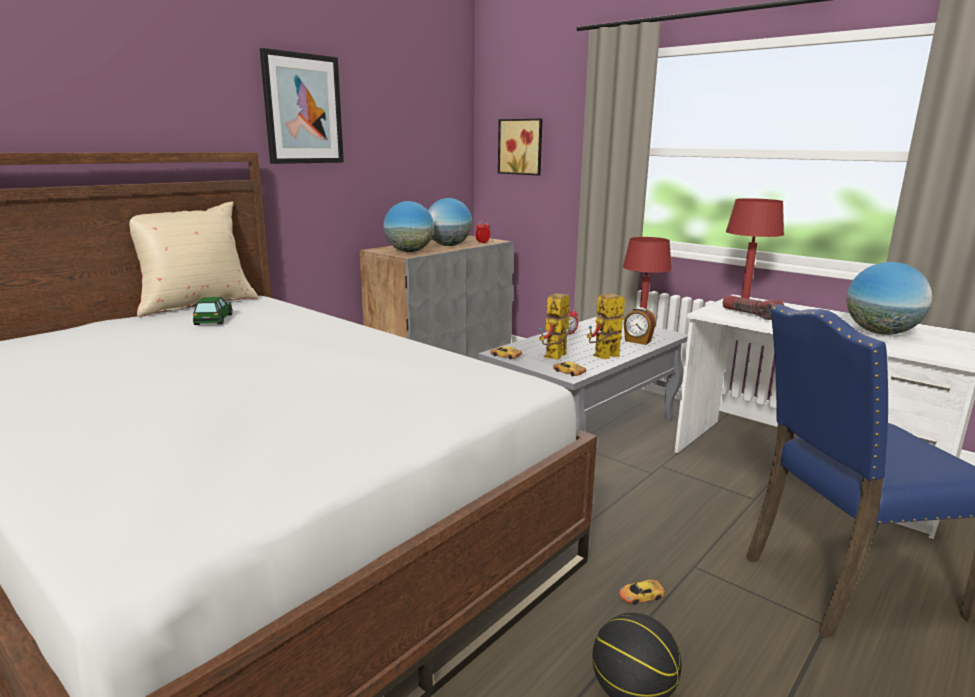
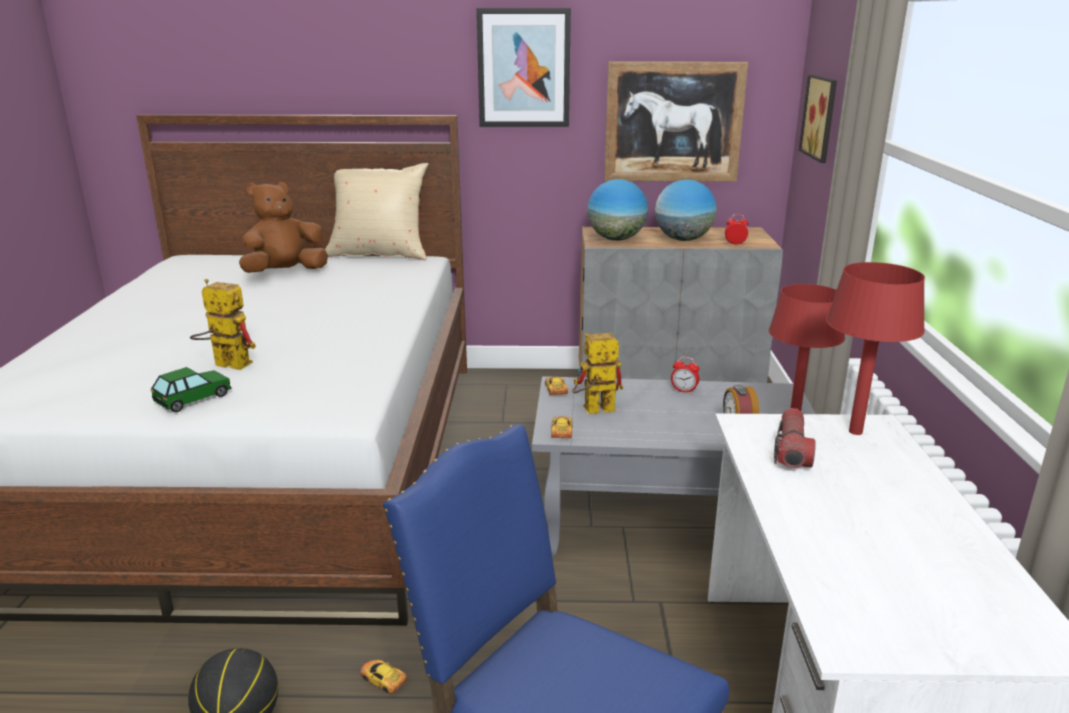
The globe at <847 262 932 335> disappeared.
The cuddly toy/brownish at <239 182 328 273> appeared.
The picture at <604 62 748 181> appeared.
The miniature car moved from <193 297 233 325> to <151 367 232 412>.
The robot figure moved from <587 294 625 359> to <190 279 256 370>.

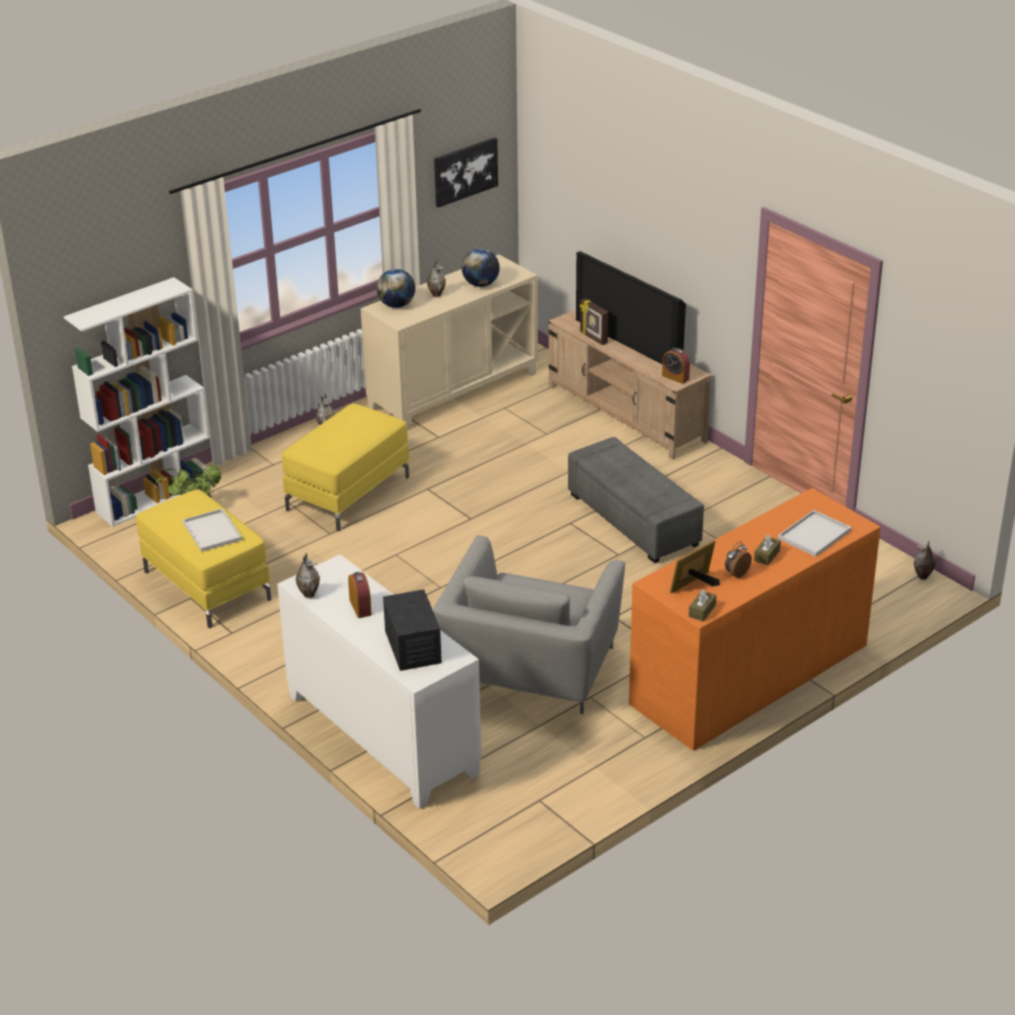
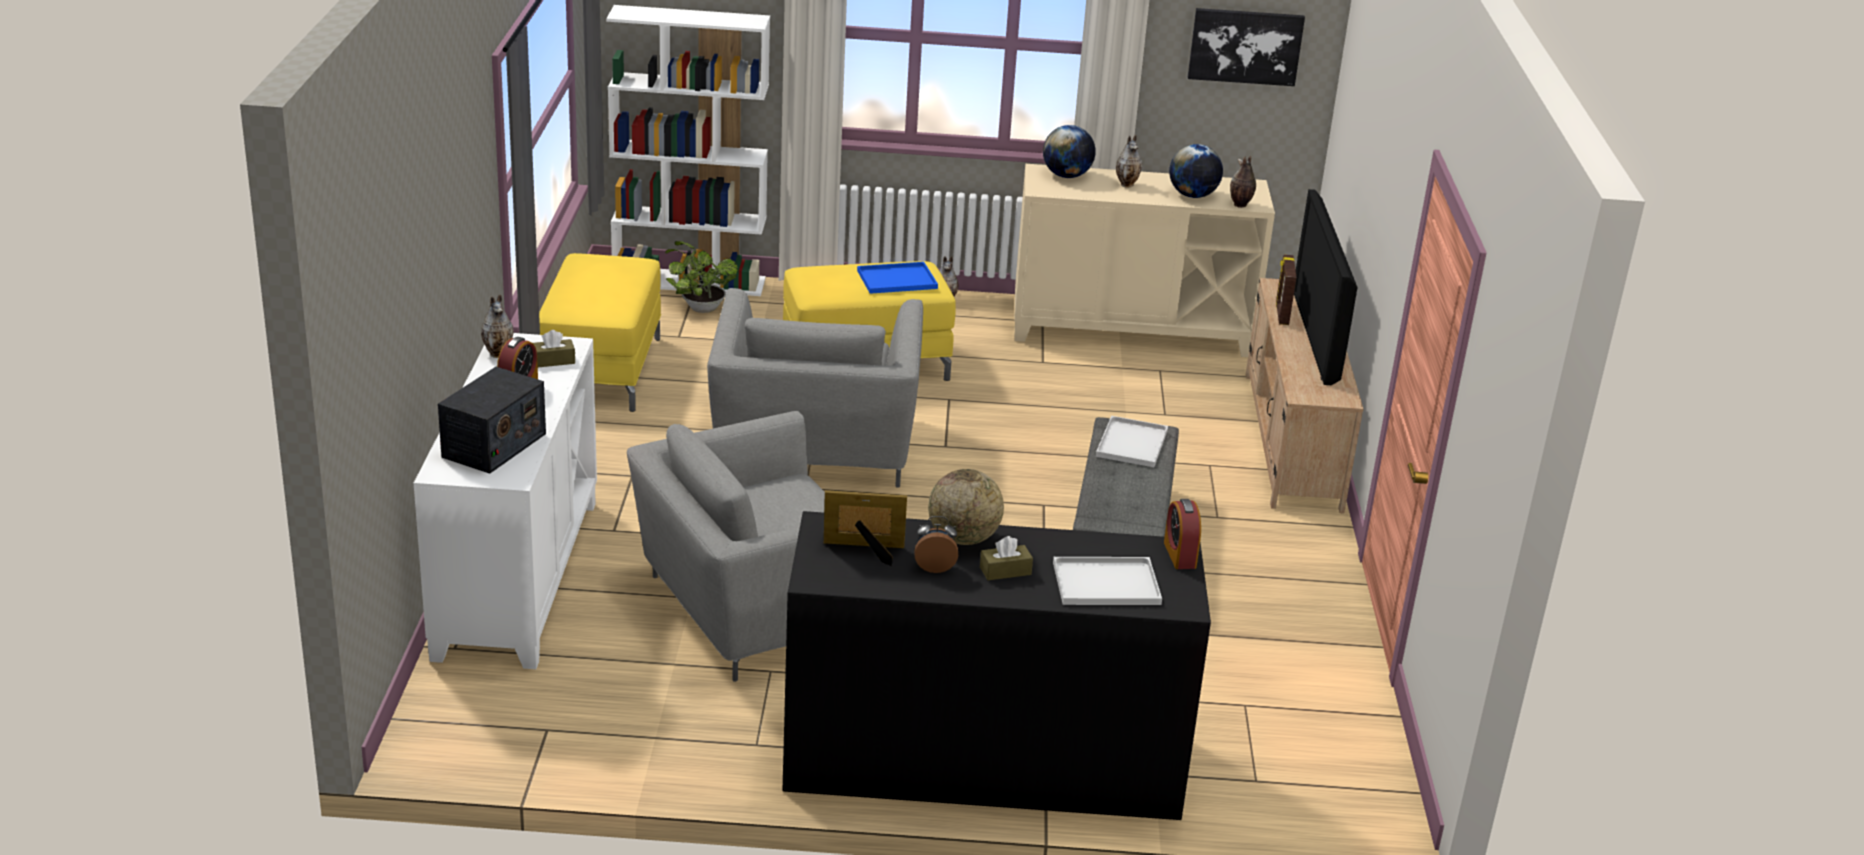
The lounge chair/grey at <707 288 923 487> appeared.
The serving tray/bluish at <857 262 938 294> appeared.
The globe at <928 469 1004 545> appeared.
The serving tray/white moved from <183 508 242 552> to <1096 416 1168 467>.
The alarm clock moved from <662 348 690 384> to <1164 499 1201 569>.
The box of tissues/brownish moved from <689 589 716 621> to <533 330 575 367>.
The flower vase moved from <914 541 935 580> to <1230 155 1256 208>.
The chest of drawers/orange-coloured at <629 488 881 751> became the chest of drawers/black at <782 511 1211 820>.

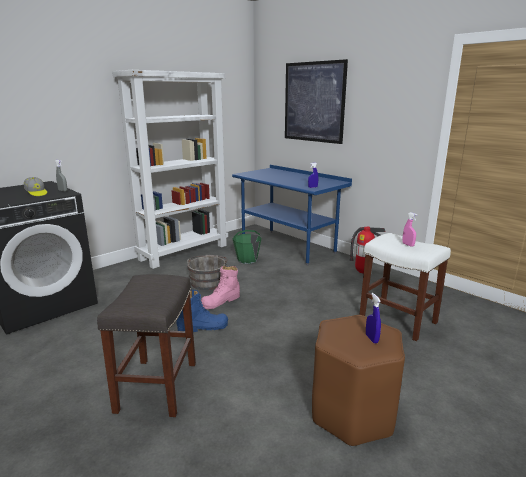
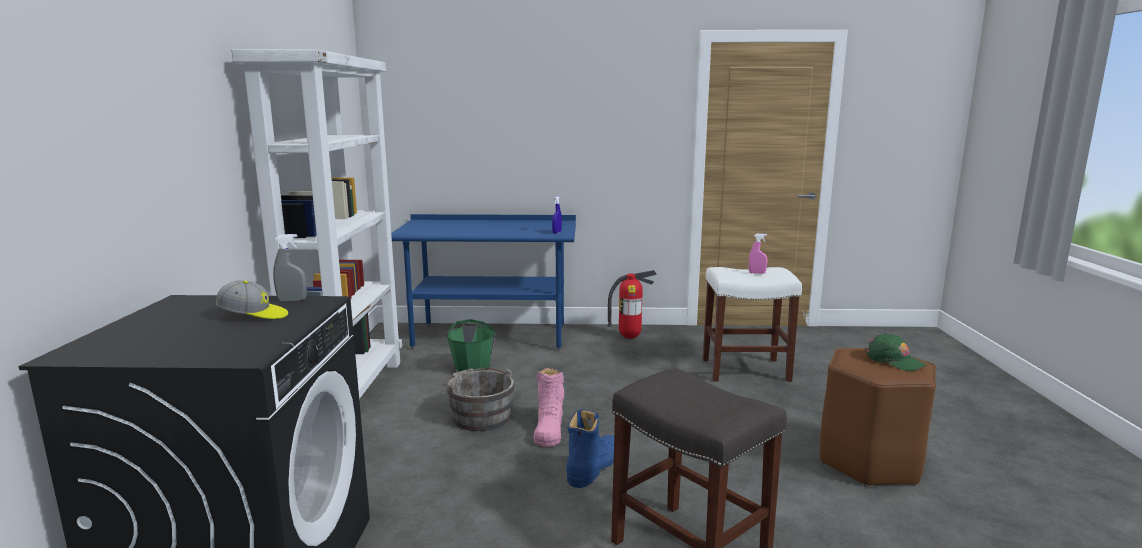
The picture at <285 59 348 144> disappeared.
The sprayer/bluish at <366 293 381 344> was replaced by the baseball cap/green-coloured at <865 333 926 371>.

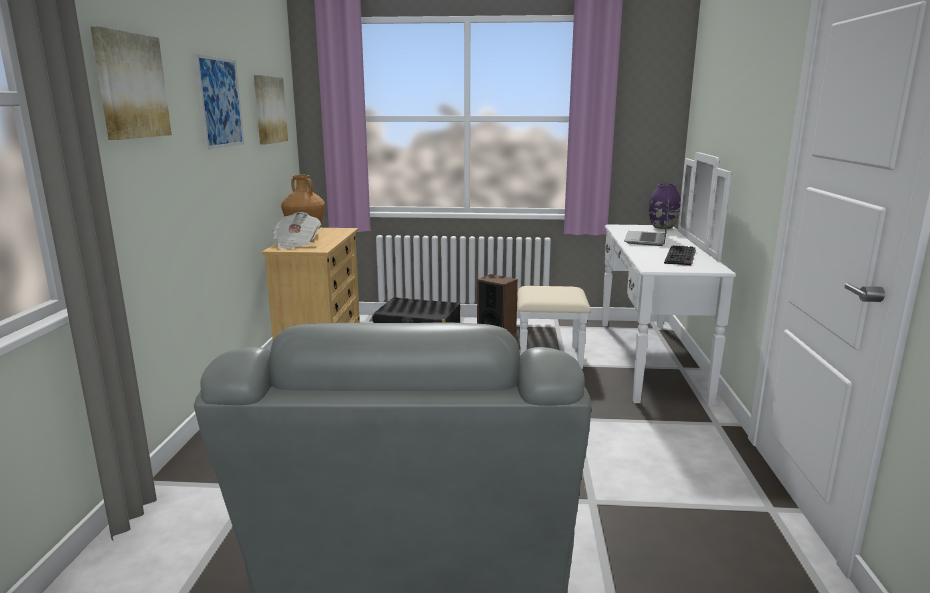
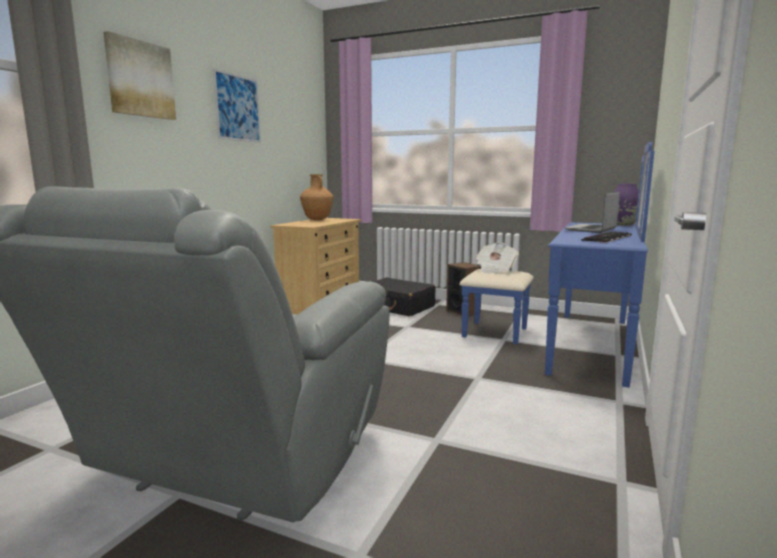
The picture at <254 75 288 144> disappeared.
The printed paper moved from <272 212 321 249> to <476 243 519 274>.
The chest of drawers/white at <518 152 736 406> became the chest of drawers/bluish at <460 142 655 388>.

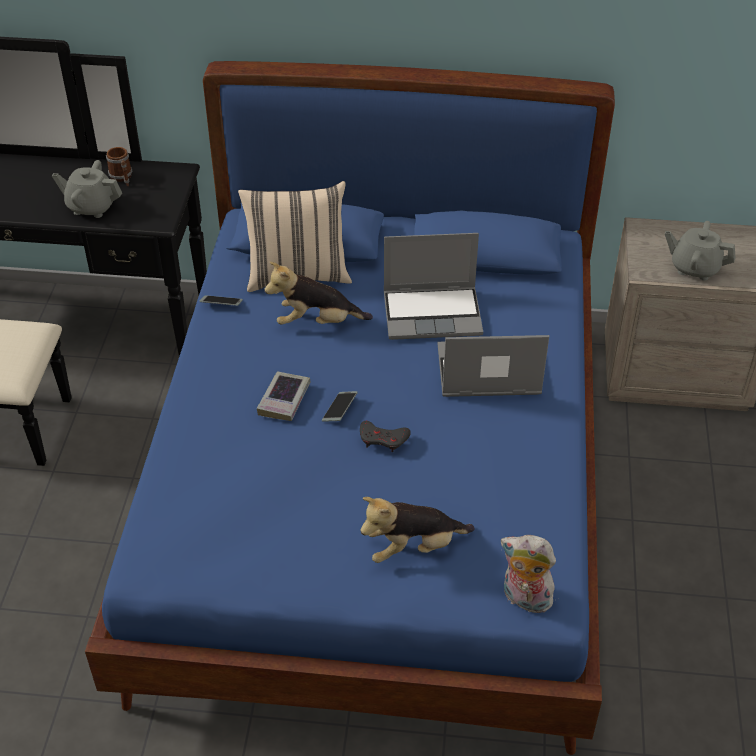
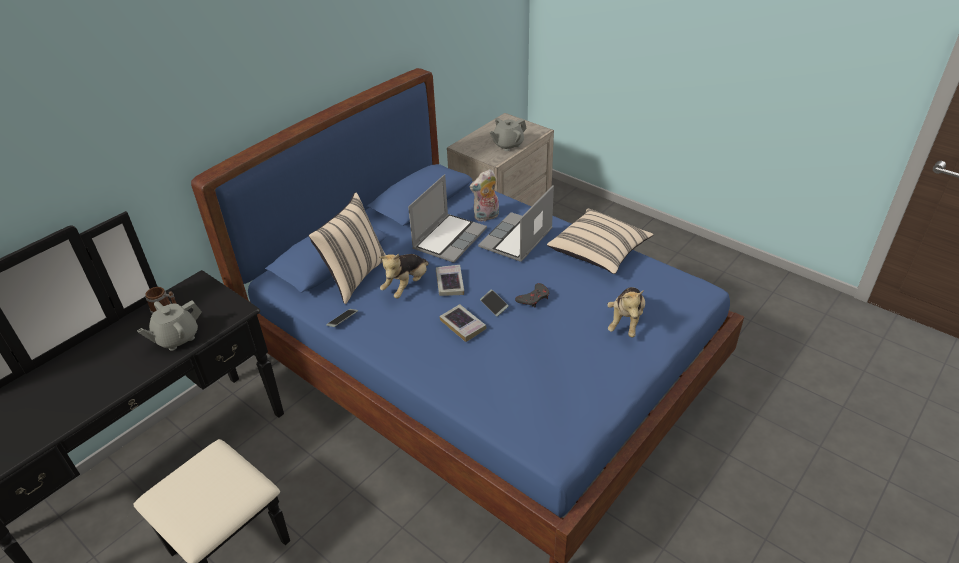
The bound book at <436 265 464 296> appeared.
The cushion/beige-coloured at <547 209 654 274> appeared.
The cuddly toy moved from <501 535 556 613> to <470 169 499 221>.

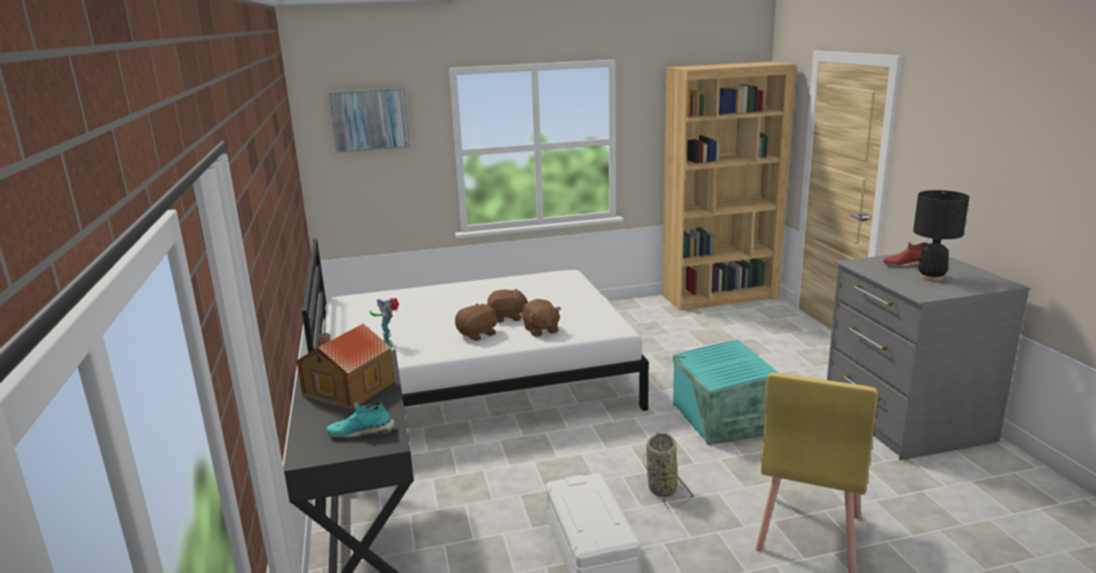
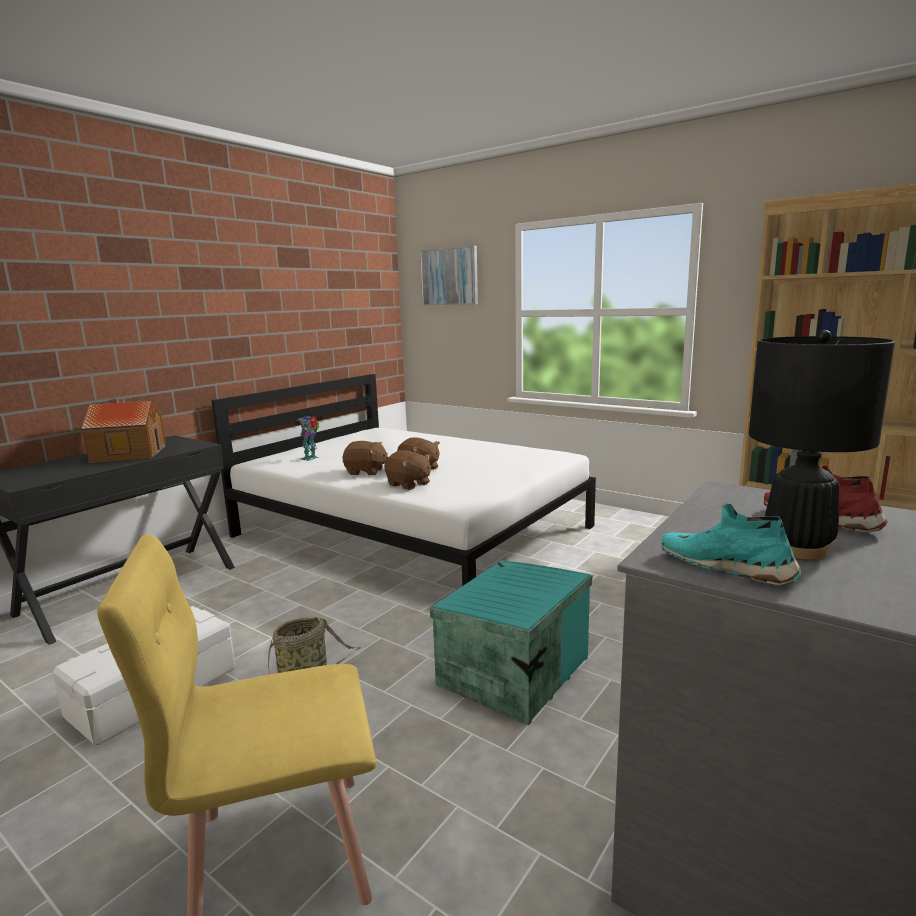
The shoe/turquoise-coloured moved from <326 402 395 438> to <661 504 801 586>.
The cuddly toy/brownish at <522 299 561 337> turned 75 degrees counterclockwise.

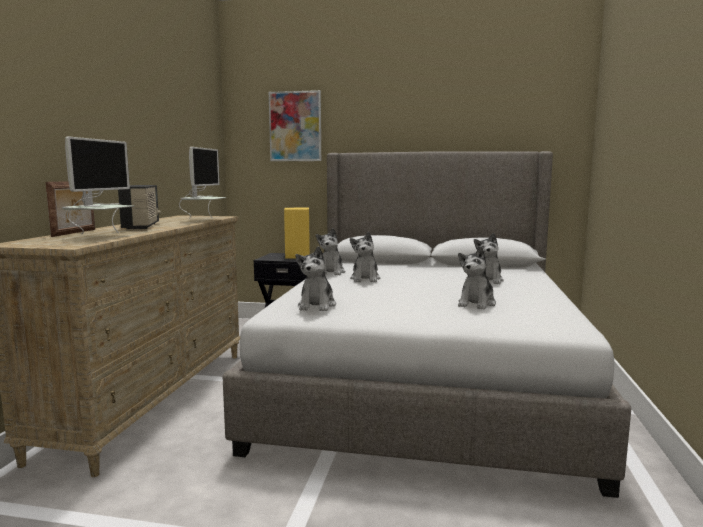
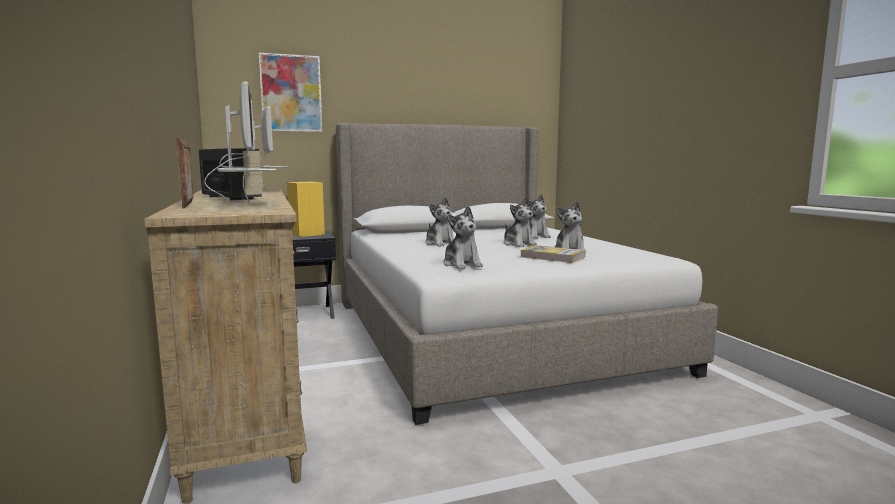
The bound book at <521 245 586 263> appeared.
The cuddly toy moved from <316 228 345 275> to <504 198 537 247>.

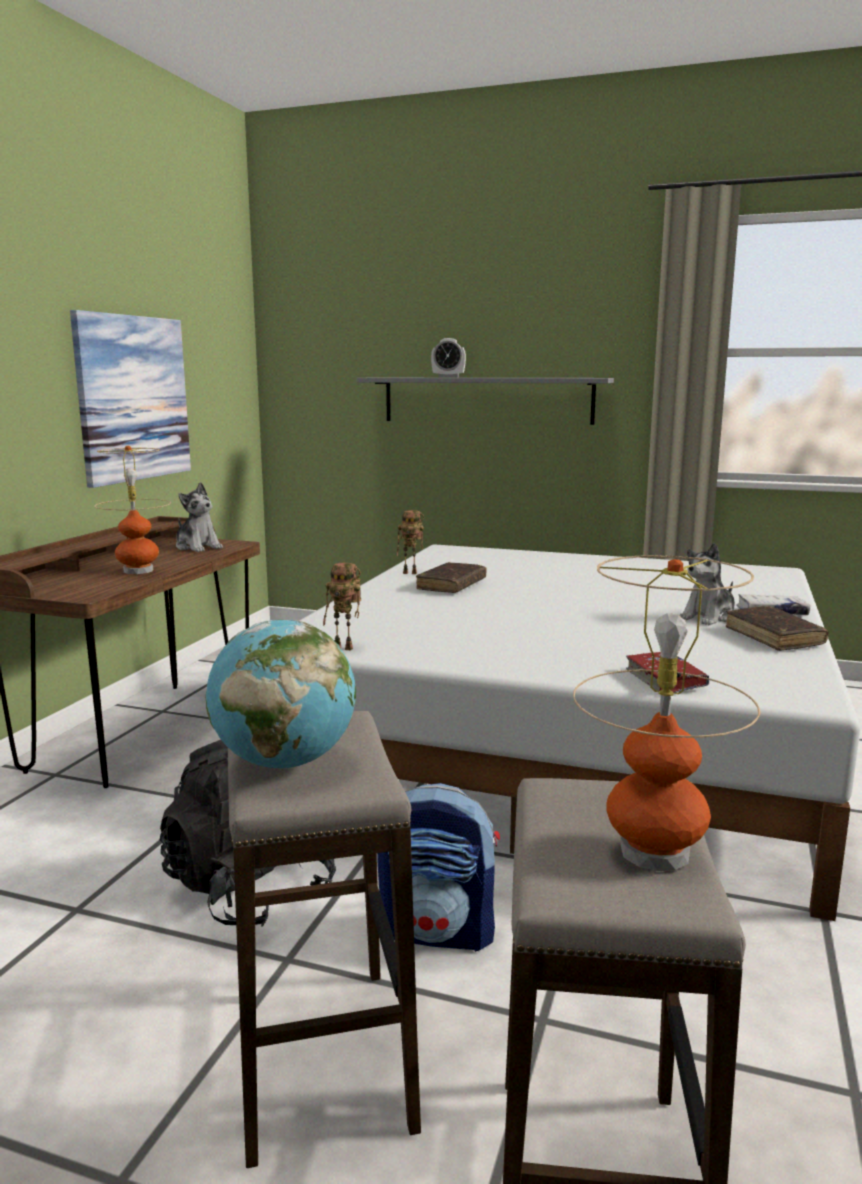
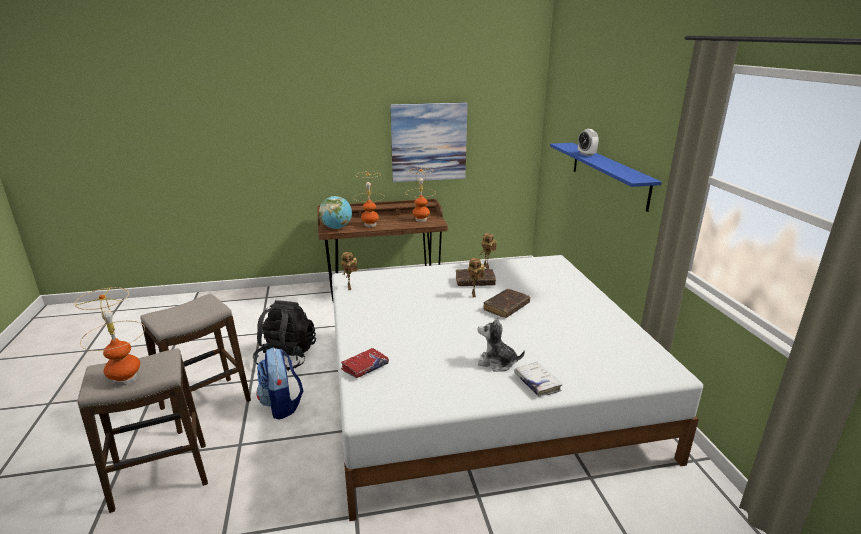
The robot figure at <468 258 485 297> appeared.
The globe moved from <206 619 356 769> to <319 196 352 229>.
The bound book/brownish moved from <726 606 828 651> to <484 289 530 318>.
The cuddly toy at <176 482 223 552> was replaced by the table lamp at <406 168 435 222>.
The wall shelf/grey at <357 378 614 425> became the wall shelf/bluish at <550 143 662 212>.

